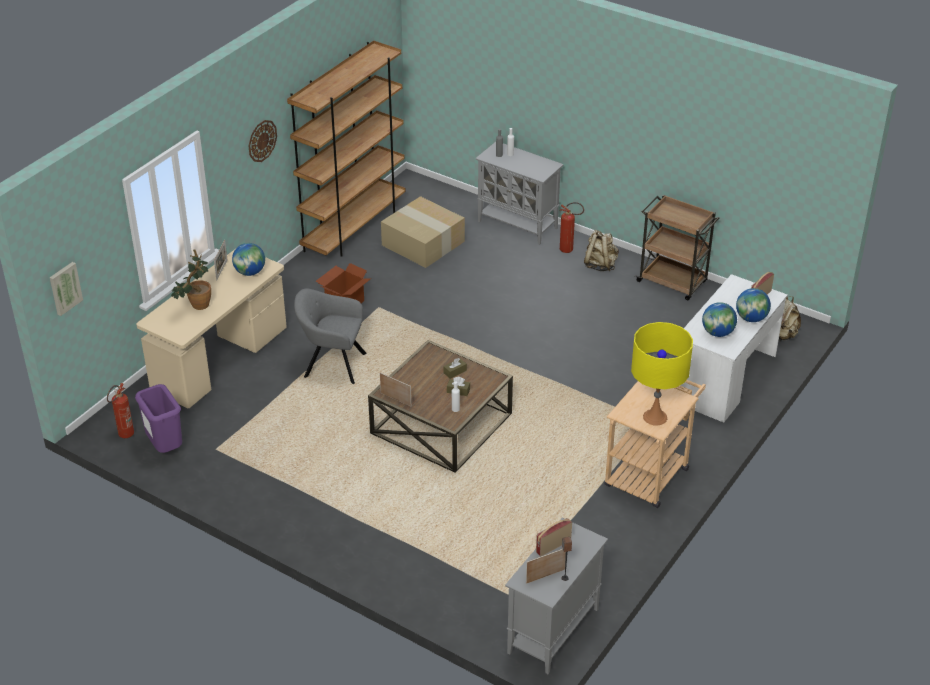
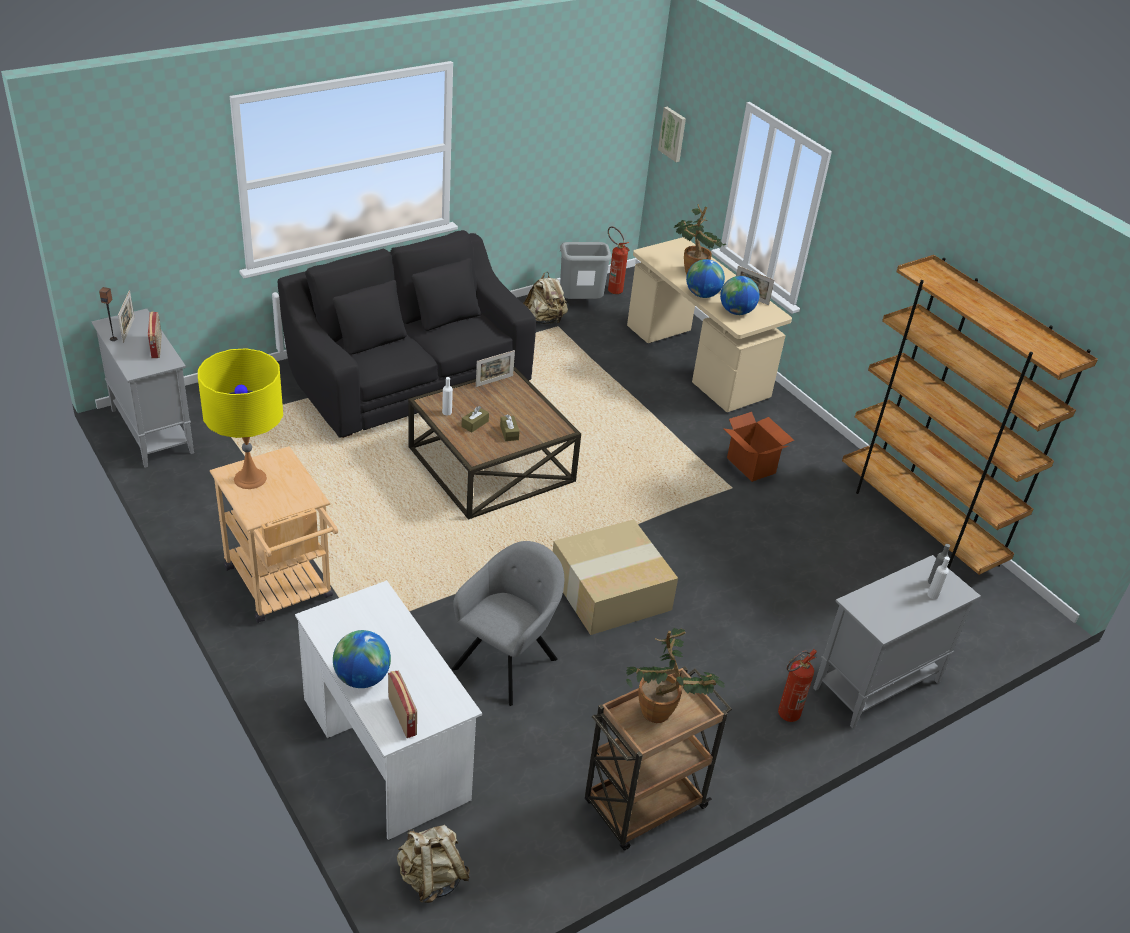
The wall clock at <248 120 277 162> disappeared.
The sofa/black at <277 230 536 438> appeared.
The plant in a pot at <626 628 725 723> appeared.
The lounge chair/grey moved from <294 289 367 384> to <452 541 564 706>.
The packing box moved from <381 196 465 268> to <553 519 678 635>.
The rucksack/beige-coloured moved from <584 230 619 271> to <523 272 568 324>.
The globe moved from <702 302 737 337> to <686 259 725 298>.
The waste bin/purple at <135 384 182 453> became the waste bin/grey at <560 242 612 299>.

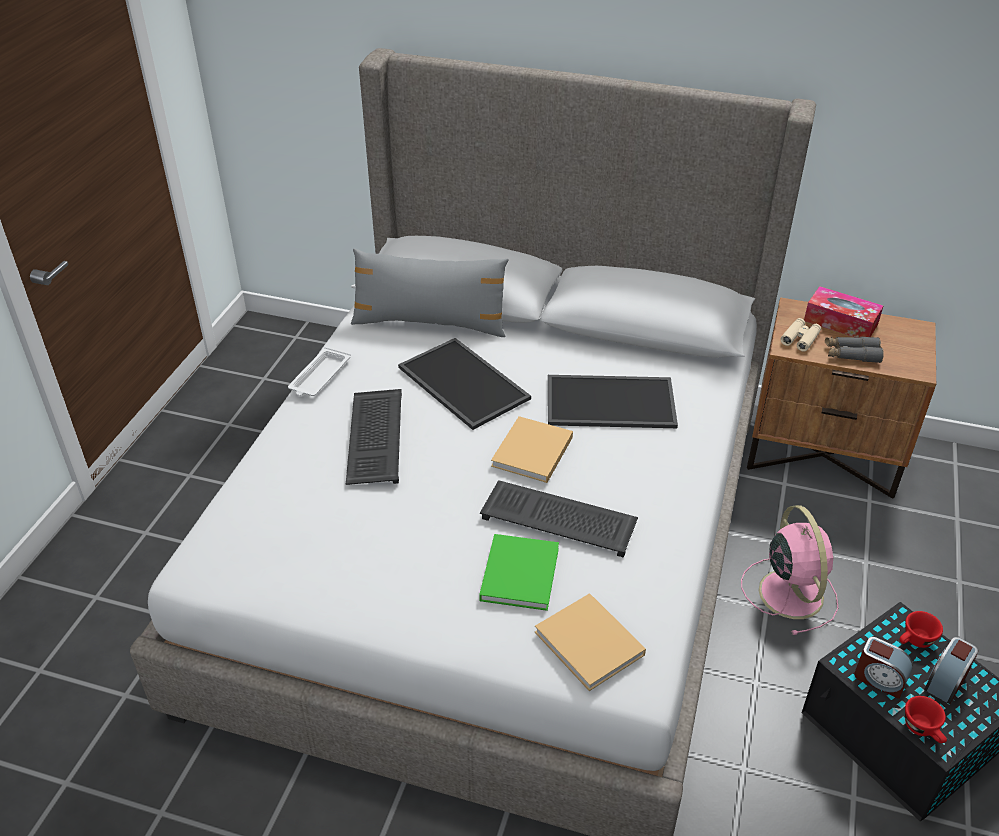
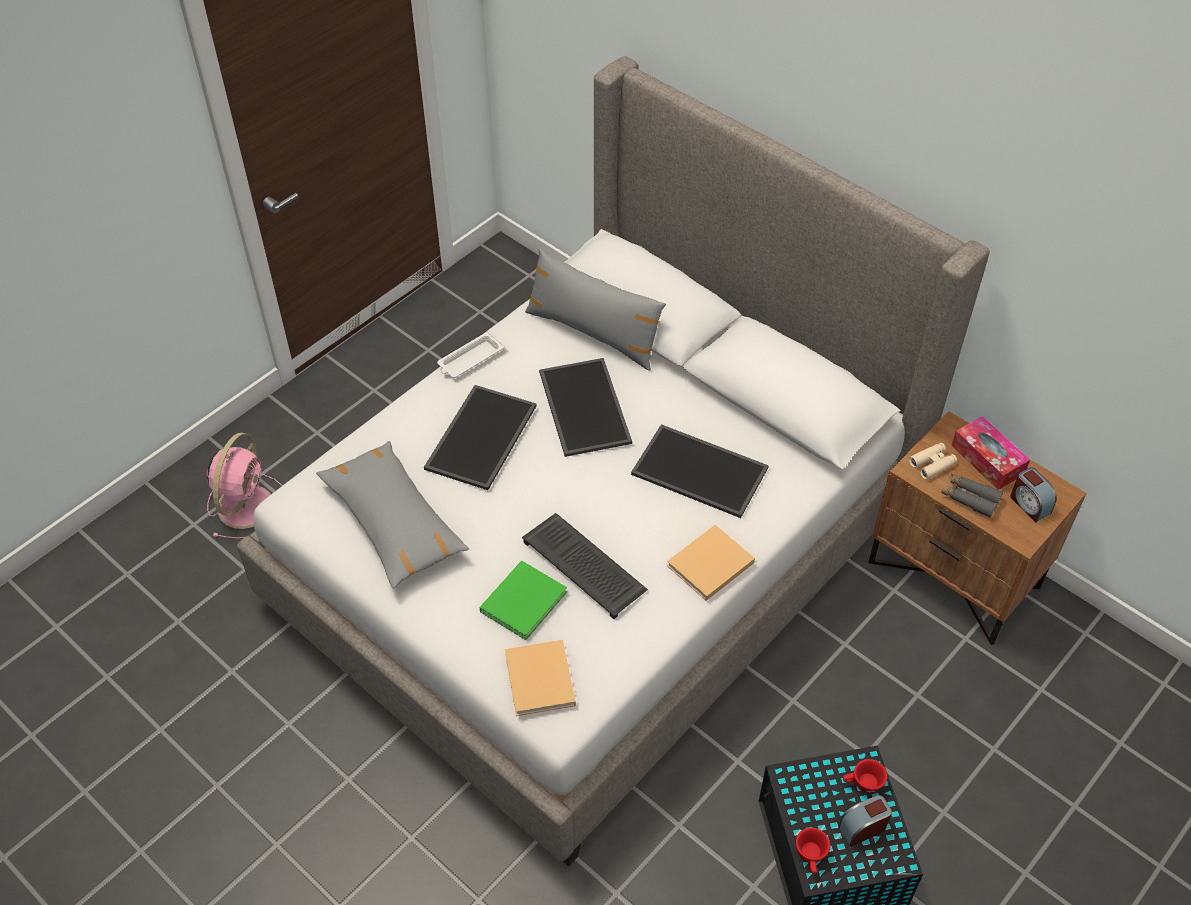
The cushion/grey at <316 441 469 589> appeared.
The bound book/beige-coloured moved from <491 416 573 483> to <667 525 755 601>.
The fan/pink moved from <741 505 839 635> to <206 433 283 539>.
The alarm clock moved from <854 637 913 699> to <1010 467 1057 522>.
The computer keyboard at <346 389 402 485> was replaced by the serving tray at <424 385 537 490>.

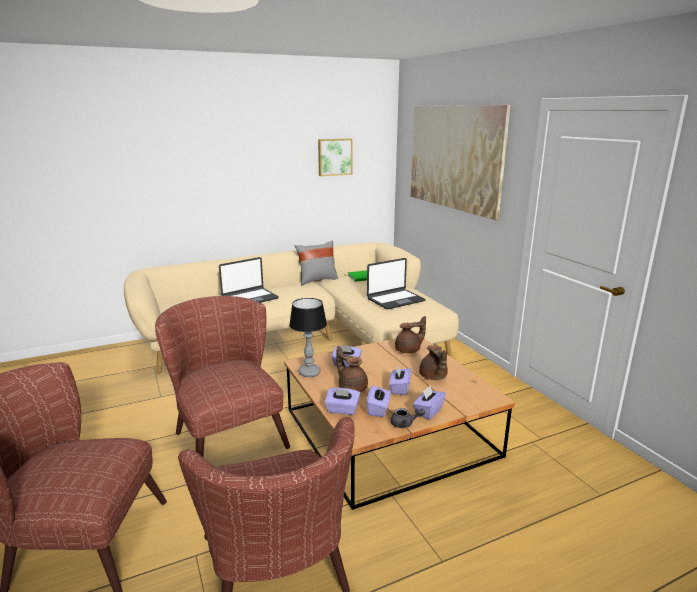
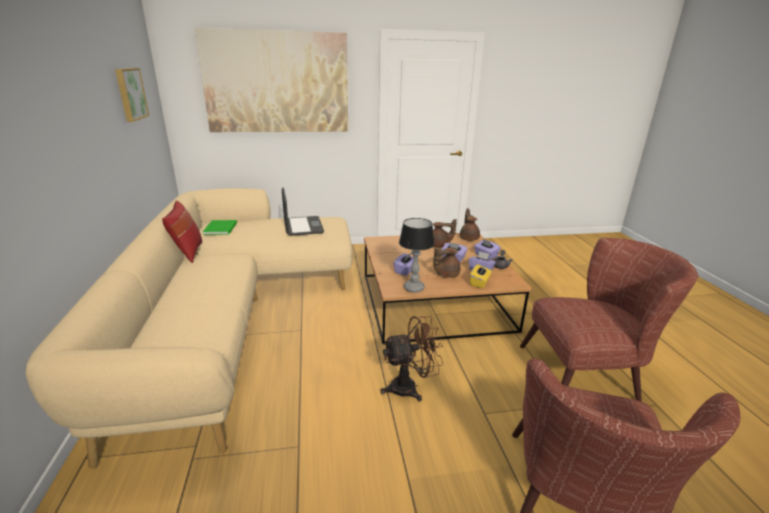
The notebook computer at <219 257 279 303> disappeared.
The tea pot/brownish moved from <395 316 426 353> to <460 208 480 241>.
The lounge chair/brownish at <155 296 290 457> was replaced by the fan/brownish at <380 316 443 402>.
The cushion/grey at <294 241 338 285> became the cushion/red-coloured at <162 201 202 263>.
The box of tissues/purple at <325 388 360 415> became the box of tissues/yellow-coloured at <470 264 492 288>.

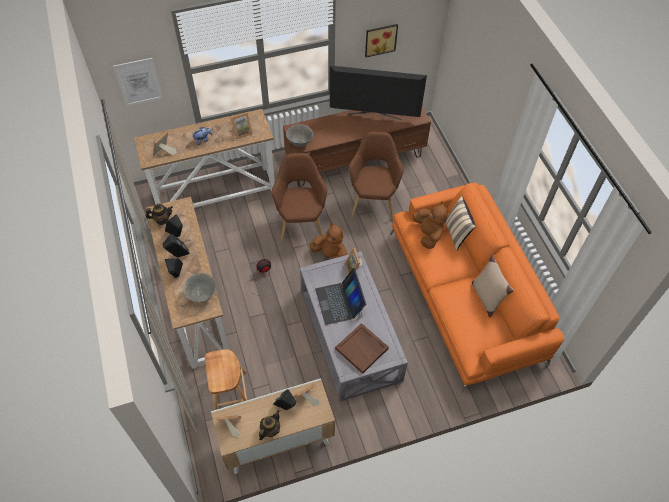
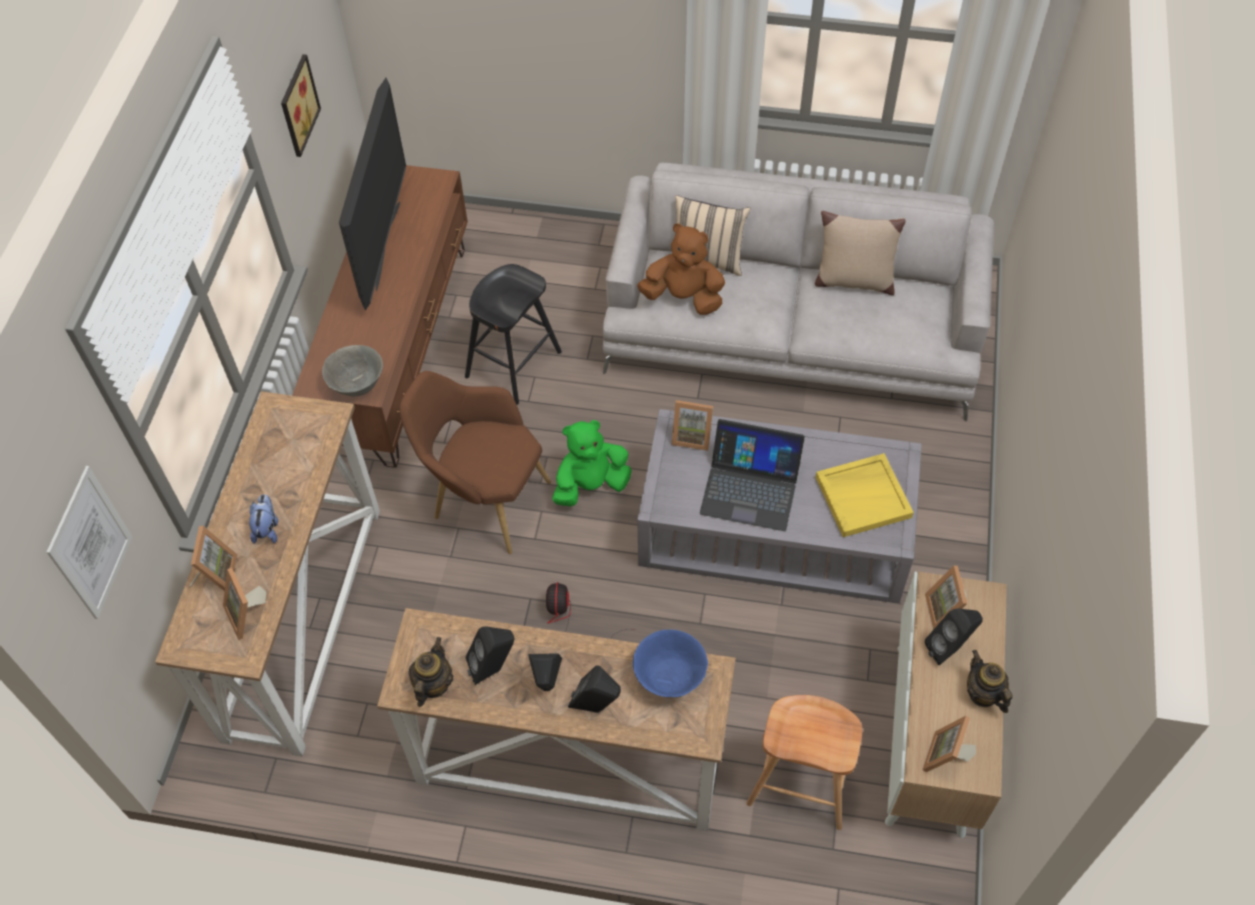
The standing frame moved from <231 112 253 140> to <189 526 238 591>.
The lounge chair/brownish at <349 132 404 221> was replaced by the sitting stool/black at <465 264 562 405>.
The serving bowl/grey at <183 273 216 302> became the serving bowl/bluish at <633 629 708 697>.
The cuddly toy/brownish at <310 223 347 259> became the cuddly toy/green-coloured at <552 420 632 507>.
The serving tray/brownish at <335 323 389 374> became the serving tray/yellow-coloured at <815 453 914 537>.
The sofa/orange-coloured at <390 182 564 393> became the sofa/grey at <603 163 994 421>.
The TV at <330 66 427 120> turned 150 degrees clockwise.

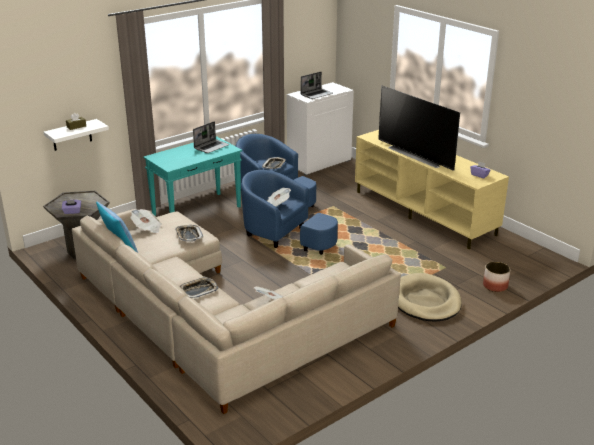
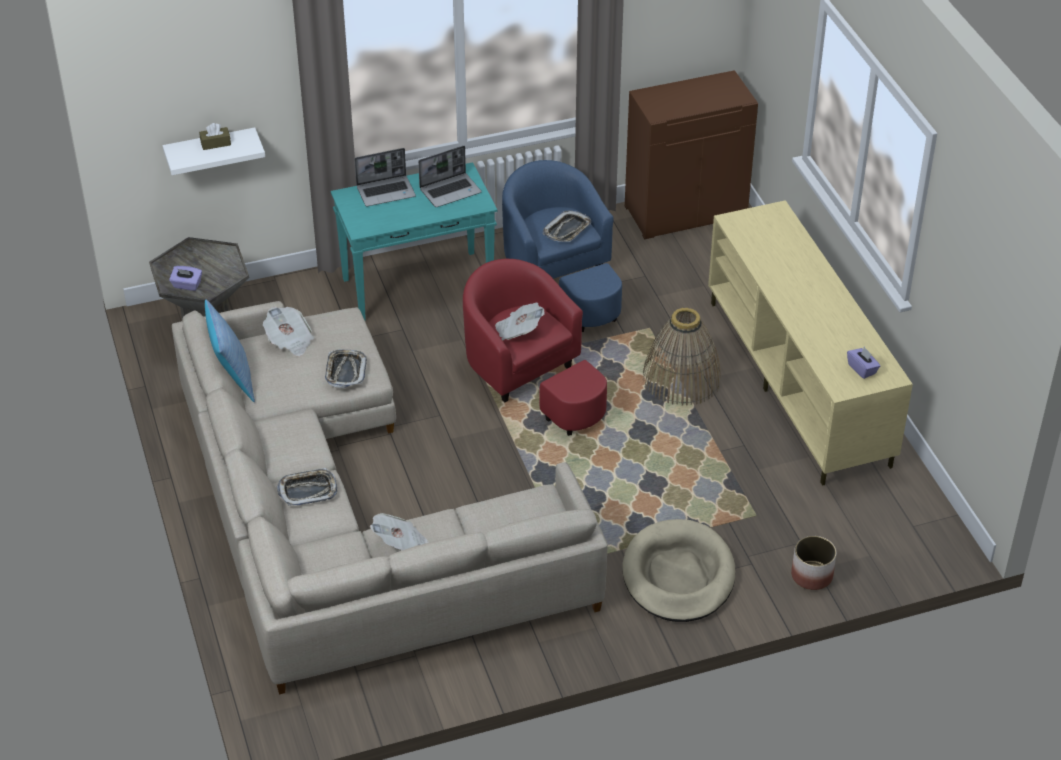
The TV at <378 85 460 171> disappeared.
The household basket at <643 308 721 406> appeared.
The notebook computer moved from <301 72 333 99> to <354 148 416 207>.
The lounge chair/bluish at <241 170 338 255> became the lounge chair/red-coloured at <463 259 607 436>.
The storage cabinet/white at <287 82 354 175> became the storage cabinet/brownish at <625 70 758 240>.

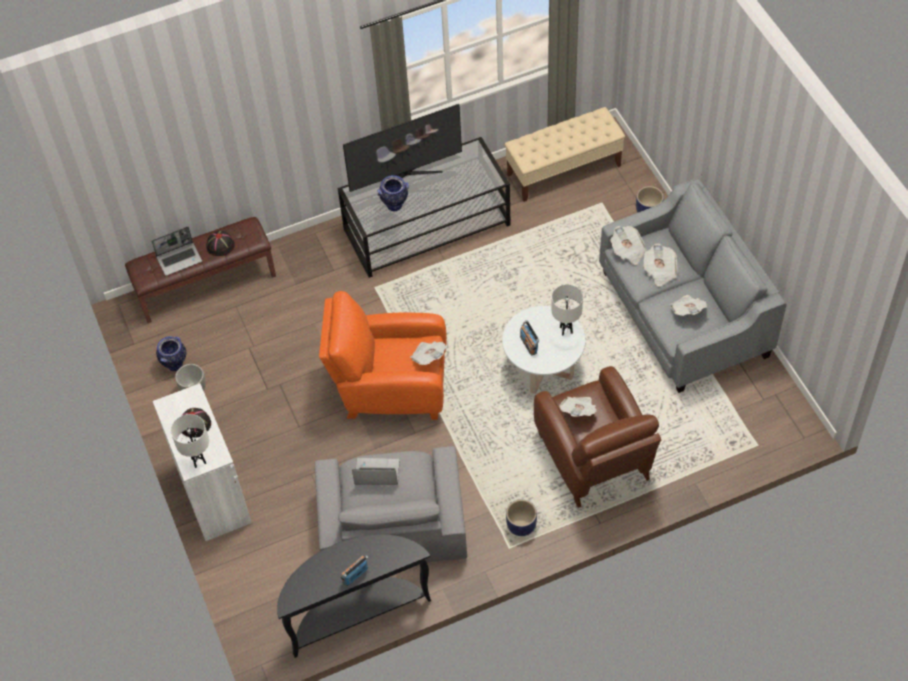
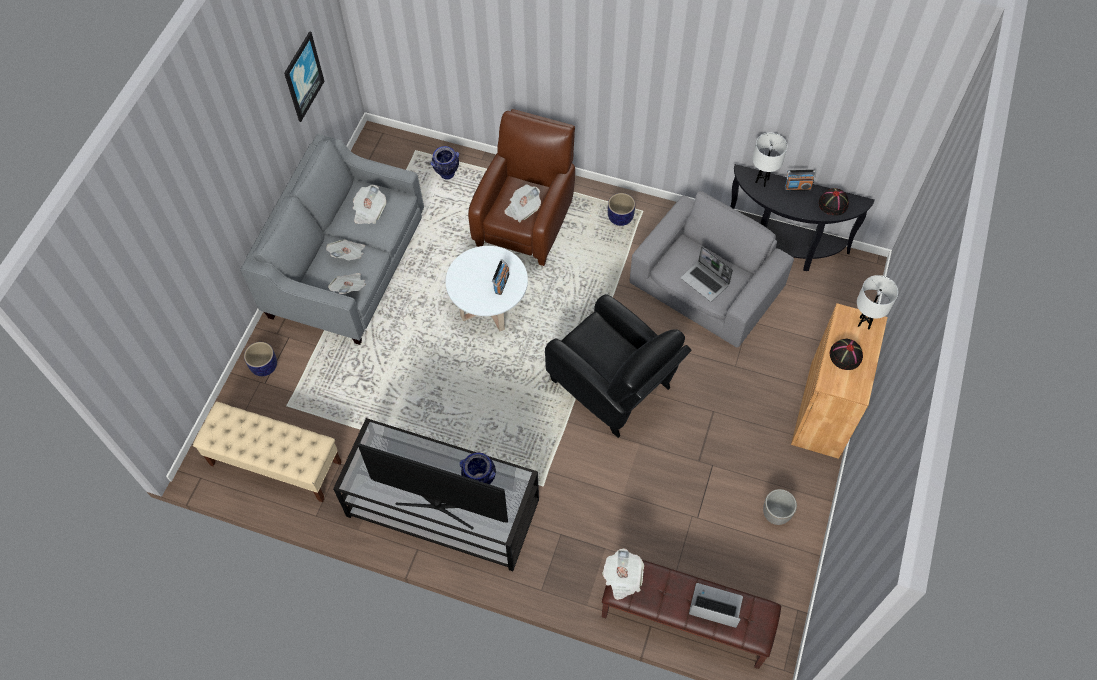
The picture at <284 31 324 122> appeared.
The flower vase moved from <156 336 186 371> to <430 146 459 180>.
The wearable hat/black moved from <206 231 235 256> to <819 188 849 216>.
The printed paper moved from <410 341 447 365> to <602 549 644 600>.
The table lamp/white moved from <552 284 583 336> to <752 133 787 187>.
The storage cabinet/white at <153 383 251 541> became the storage cabinet/brownish at <791 303 888 459>.
The lounge chair/orange-coloured at <319 291 447 420> became the lounge chair/black at <545 294 692 438>.

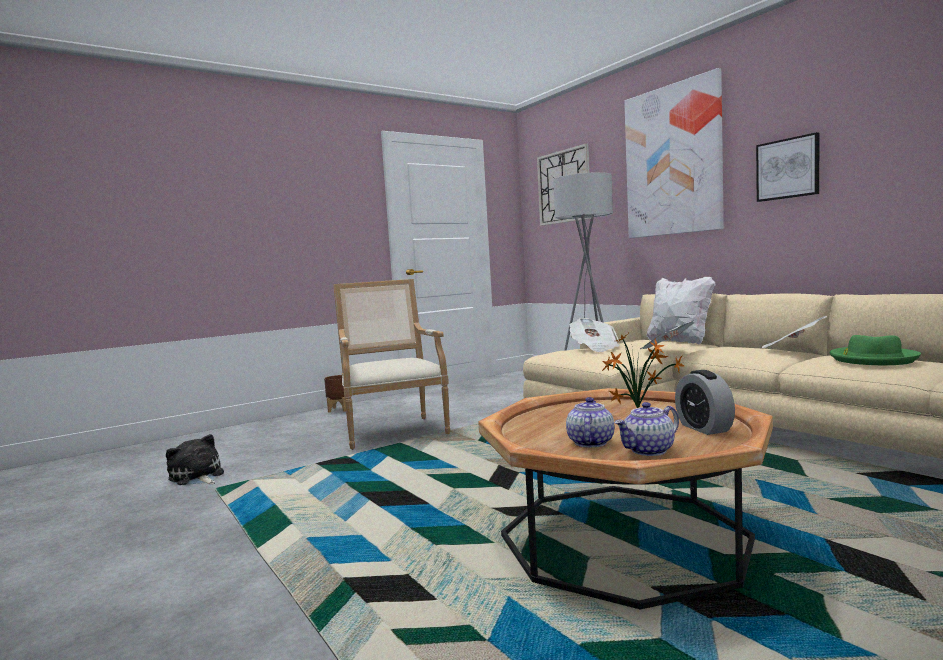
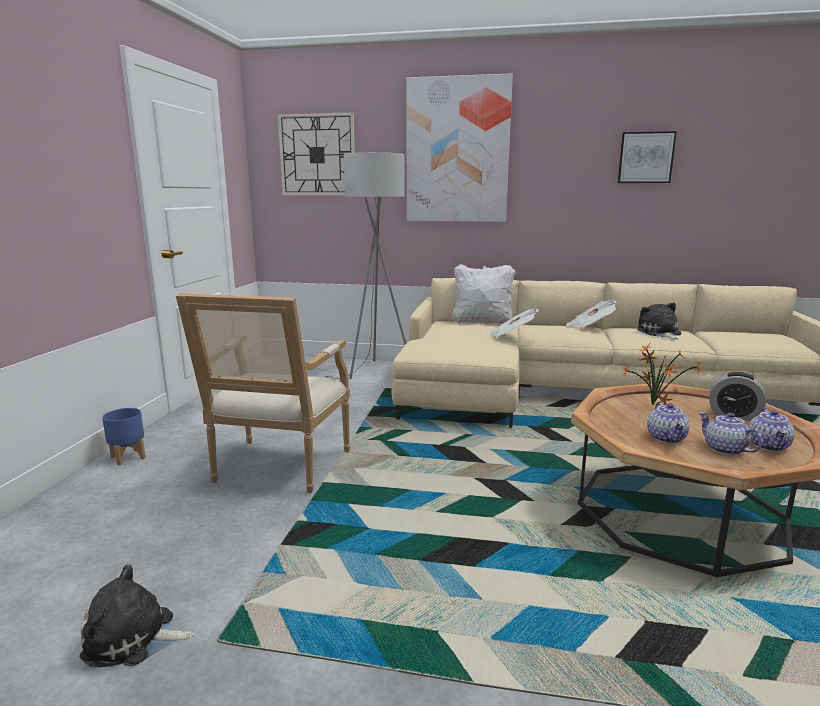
The printed paper at <570 318 620 352> disappeared.
The tea pot at <647 401 689 443> appeared.
The picture moved from <756 132 819 202> to <618 131 677 183>.
The wearable hat/green-coloured at <830 335 921 365> was replaced by the cuddly toy at <637 302 681 340>.
The flower pot/brownish at <324 375 346 412> became the flower pot/bluish at <102 408 146 465>.
The lounge chair at <333 279 450 450> turned 105 degrees counterclockwise.

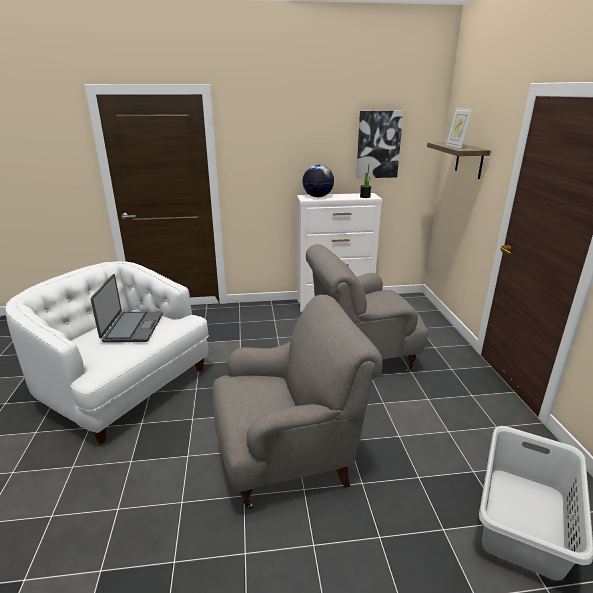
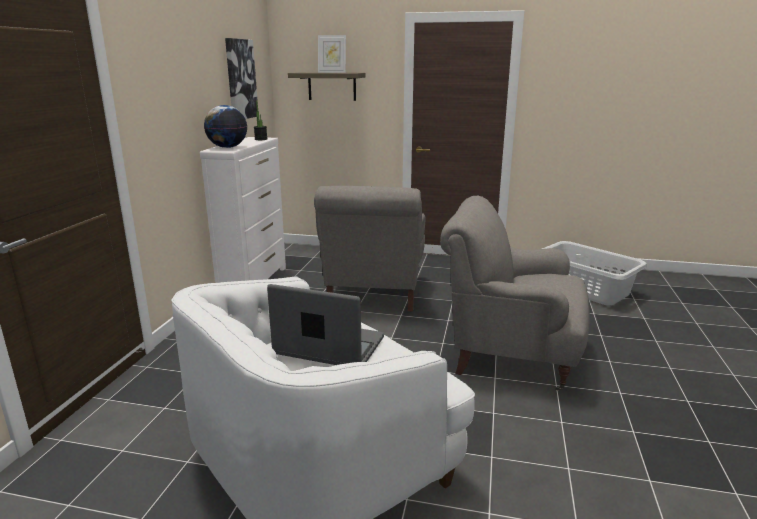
The lounge chair/grey at <212 295 383 509> turned 75 degrees counterclockwise.

